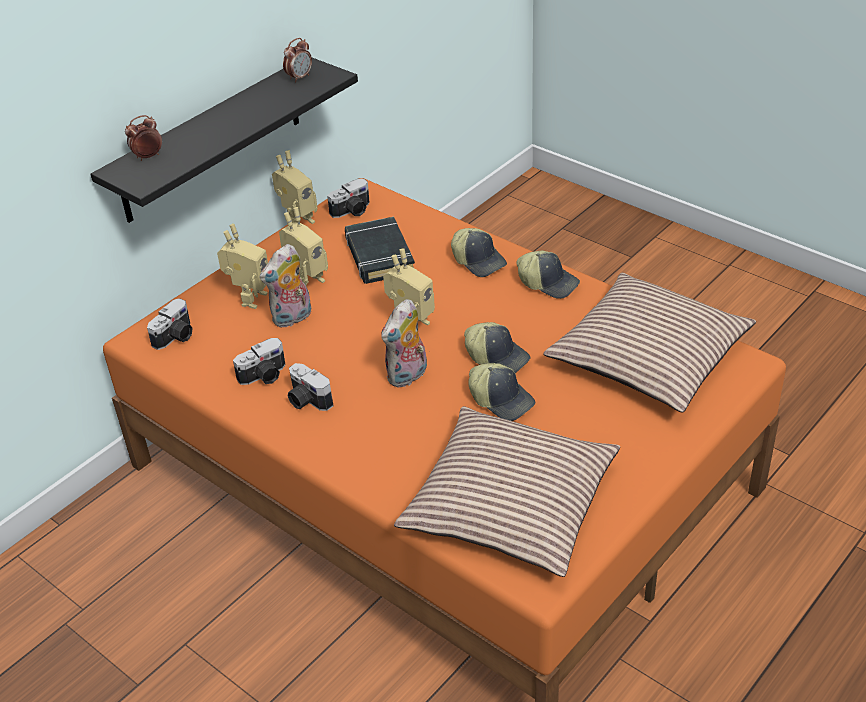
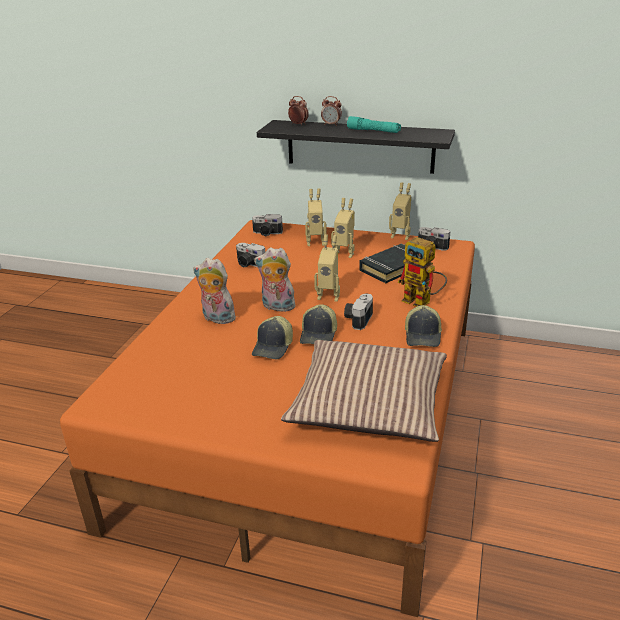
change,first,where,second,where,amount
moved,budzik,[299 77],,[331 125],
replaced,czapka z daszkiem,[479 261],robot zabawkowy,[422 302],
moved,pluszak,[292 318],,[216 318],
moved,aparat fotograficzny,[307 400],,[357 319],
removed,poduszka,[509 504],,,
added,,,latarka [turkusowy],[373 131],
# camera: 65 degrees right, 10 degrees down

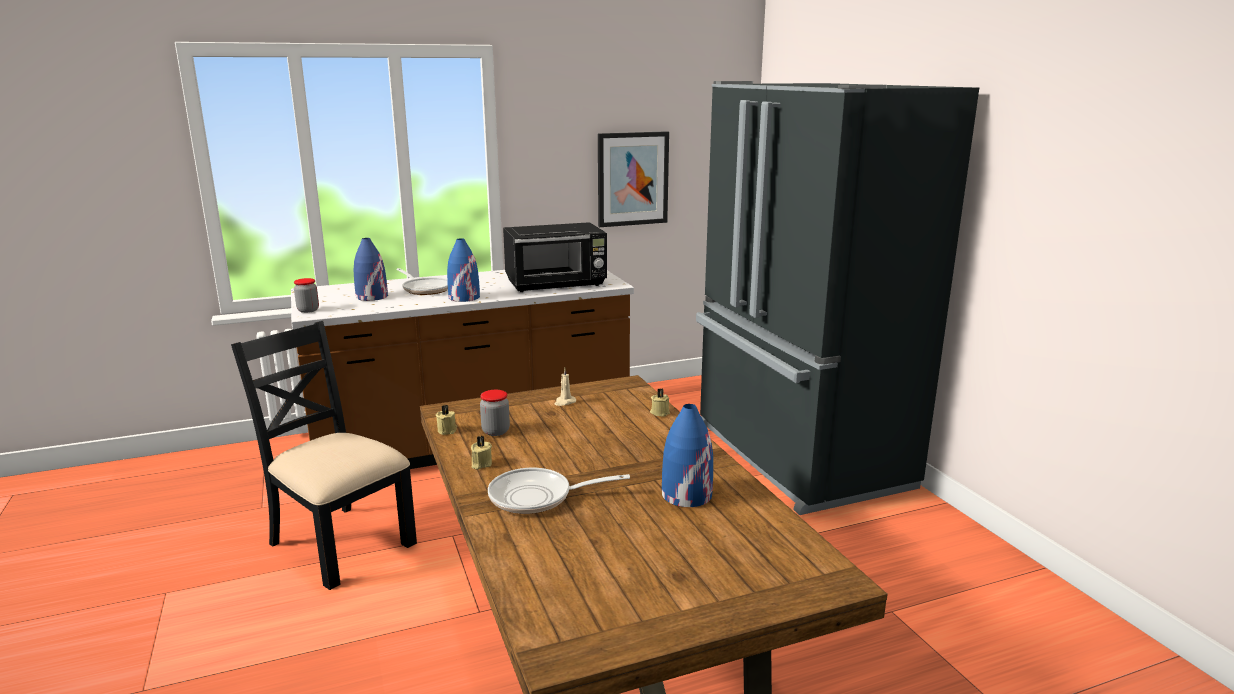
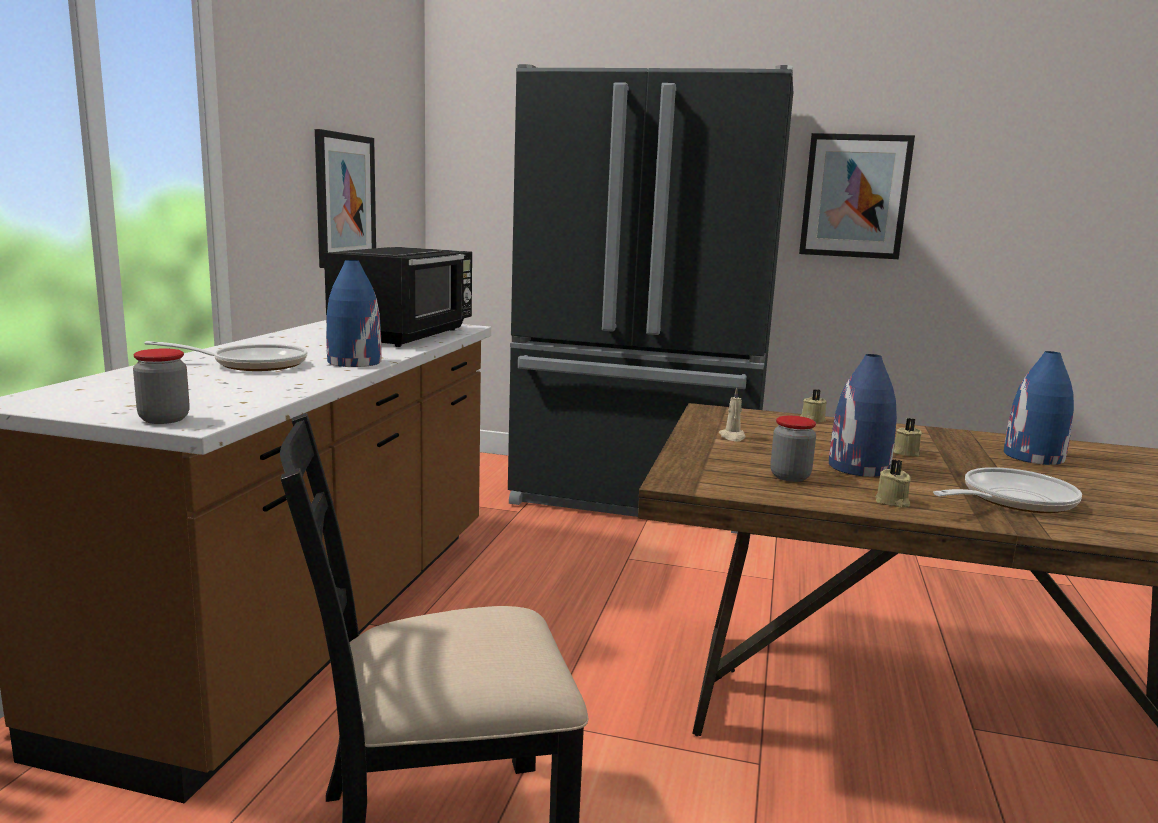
change,first,where,second,where,amount
moved,wazon [niebieski],[371 296],,[858 467],
moved,świeca [beżowy],[448 430],,[905 452],
turned,patelnia,[538 497],,[1011 500],150 degrees counterclockwise
added,,,obraz,[854 196],
# camera: 55 degrees left, 5 degrees down

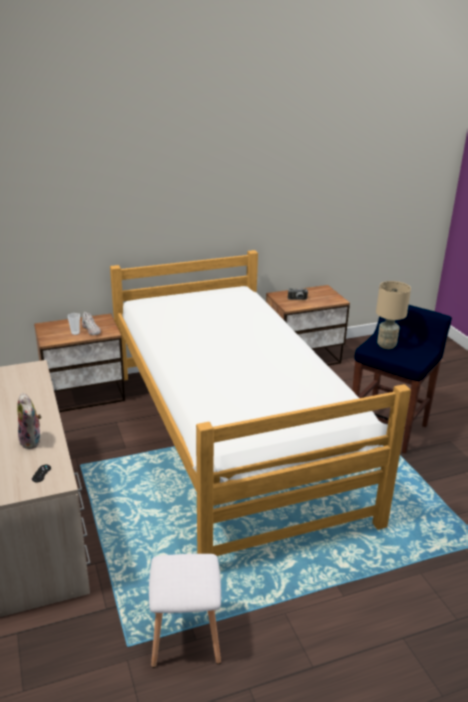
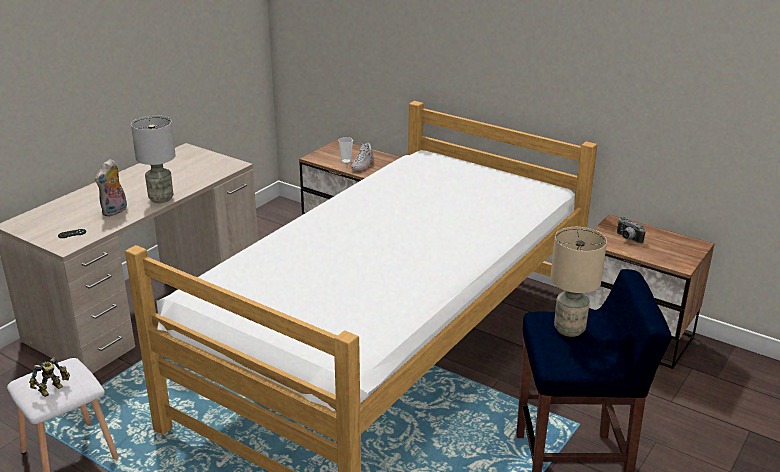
change,first,where,second,where,amount
added,,,lampa stołowa [szary],[160 198],
added,,,robot zabawkowy,[52 389],
# camera: 55 degrees right, 0 degrees up

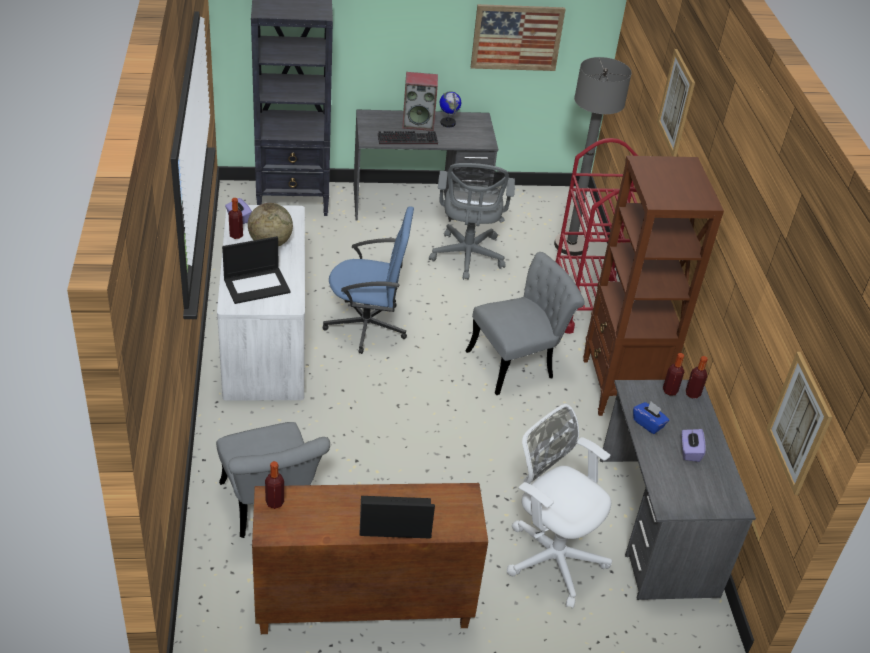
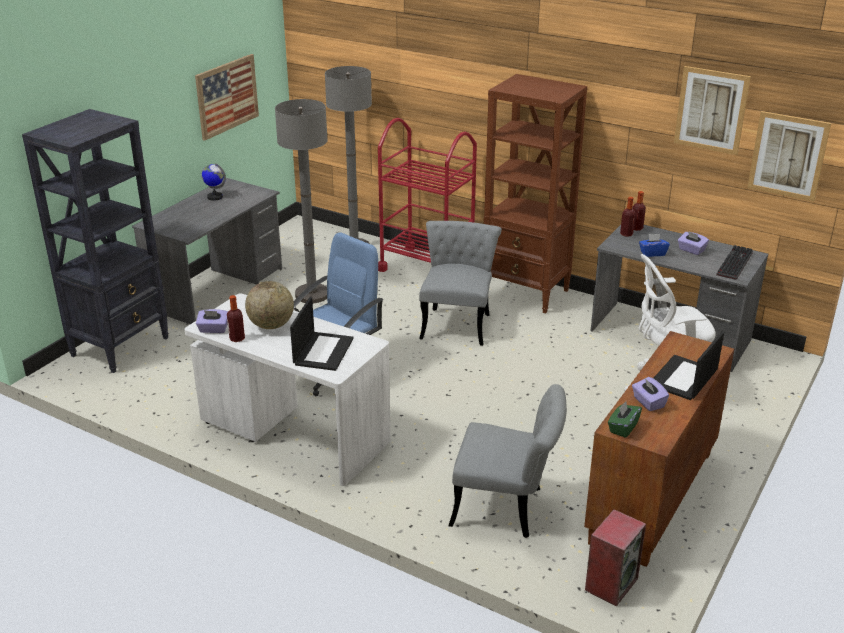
change,first,where,second,where,amount
moved,obraz,[676 103],,[711 110],
moved,głośnik,[418 123],,[611 583],
moved,klawiatura,[408 139],,[733 263],
replaced,krzesło biurowe [szary],[467 257],lampa stojąca [szary],[312 295],
replaced,butelka,[275 502],pudełko chusteczek [zielony],[623 428],
added,,,pudełko chusteczek [fioletowy],[648 402],
# camera: 50 degrees left, 10 degrees down

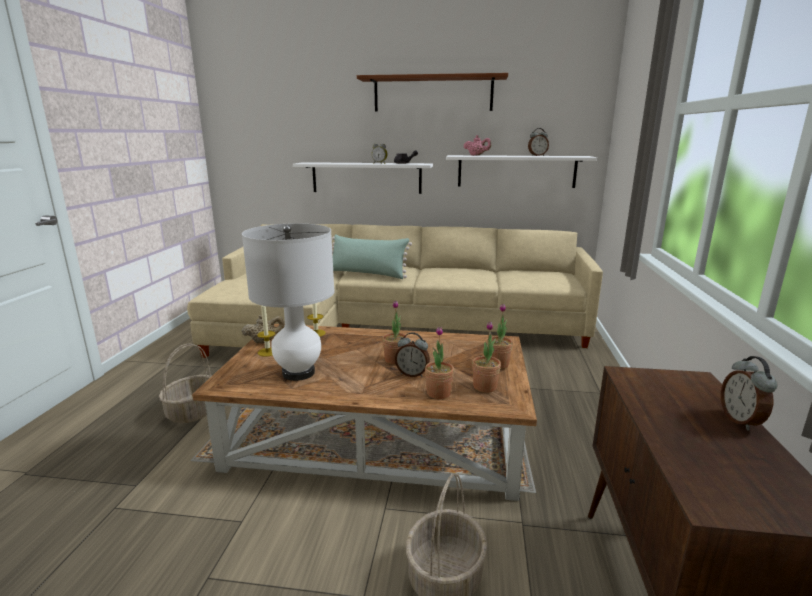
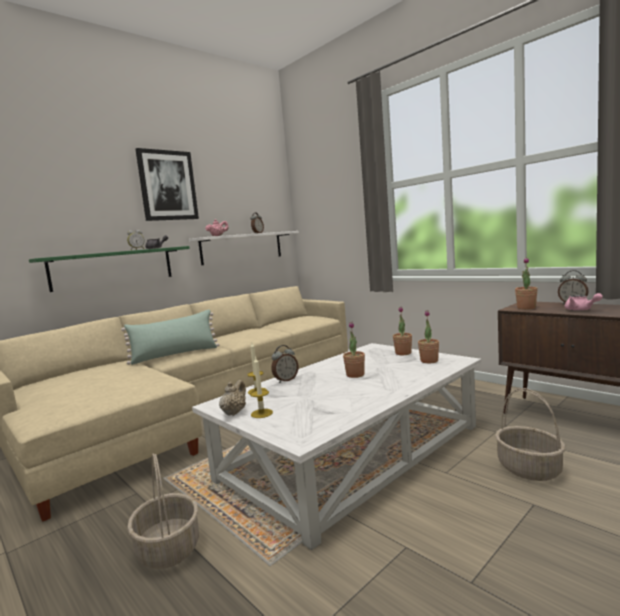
change,first,where,second,where,amount
replaced,półka [brązowy],[433 94],obraz,[167 185],
recoloured,półka [biały],[366 178],półka [zielony],[113 268],
removed,lampa stołowa [biały],[299 373],,,
recoloured,ława [brązowy],[379 434],ława [biały],[353 451],
moved,roślina doniczkowa,[438 393],,[526 308],
moved,budzik,[412 374],,[285 380],
added,,,imbryk [różowy],[581 310],
# camera: 50 degrees left, 10 degrees down

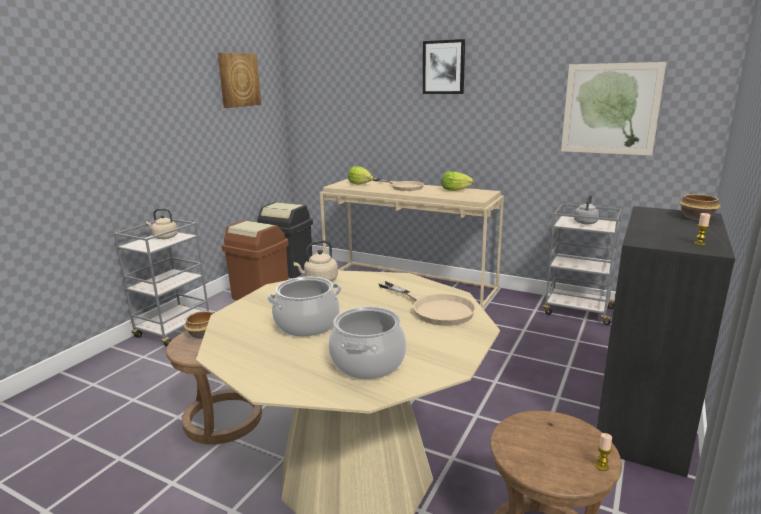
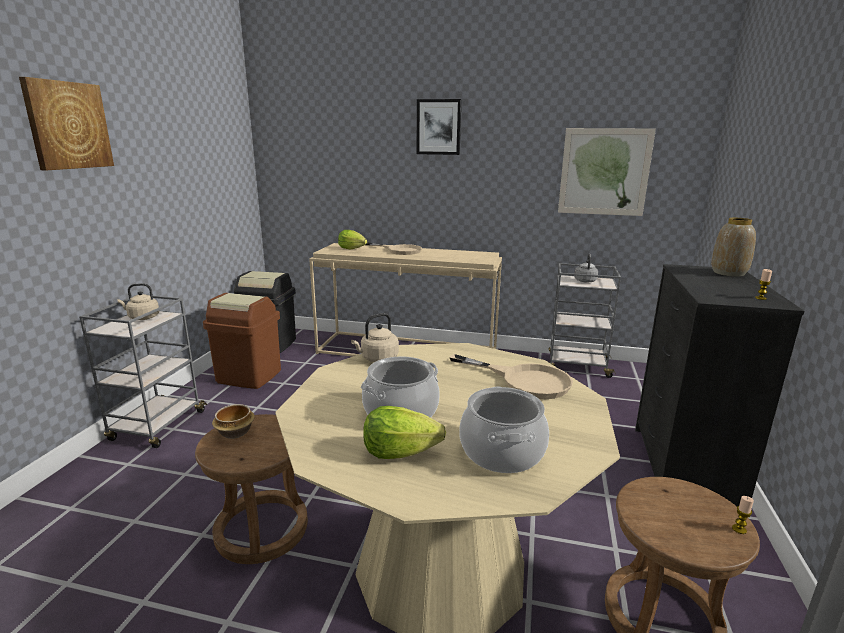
change,first,where,second,where,amount
moved,obraz,[238 80],,[68 125],
moved,sałata,[455 190],,[399 452],
replaced,miska,[696 217],wazon,[728 273],
# camera: 15 degrees left, 0 degrees up

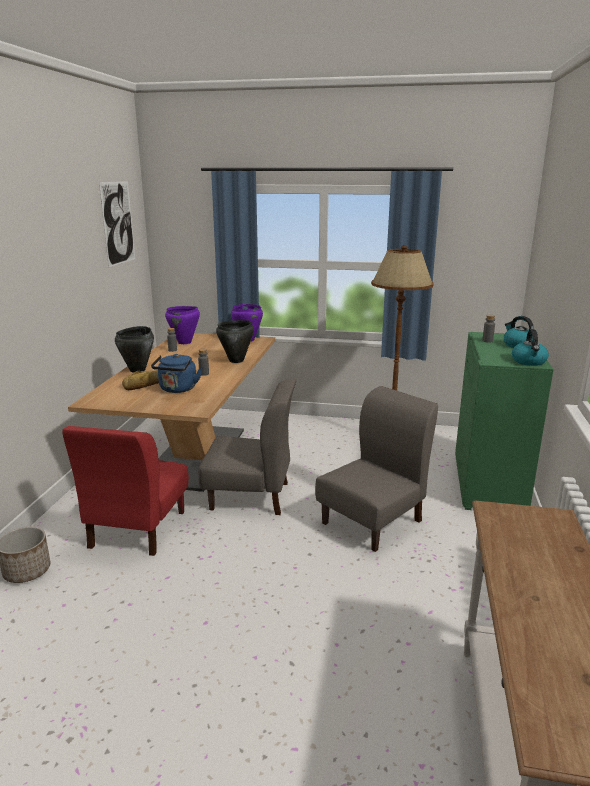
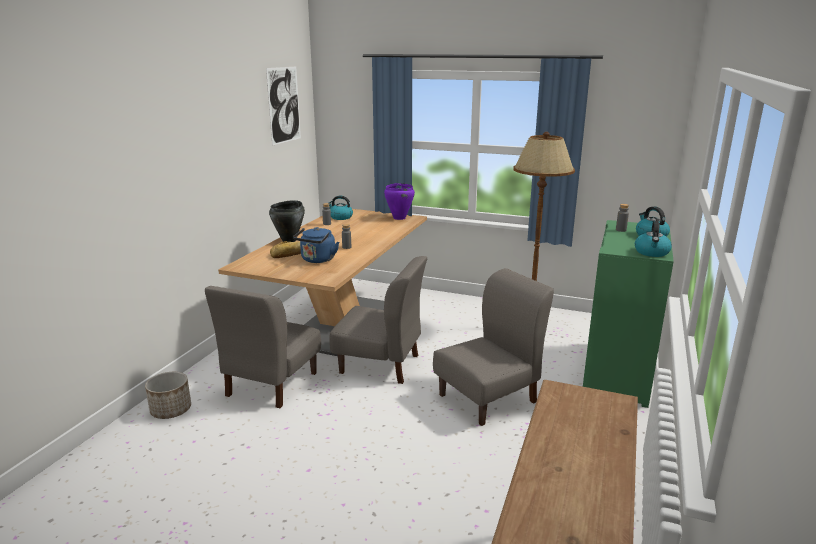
change,first,where,second,where,amount
replaced,garnek [fioletowy],[184 342],czajnik,[340 217],
removed,garnek [czarny],[236 360],,,
recoloured,krzesło [czerwony],[137 529],krzesło [szary],[271 384],
# camera: 10 degrees right, 0 degrees up

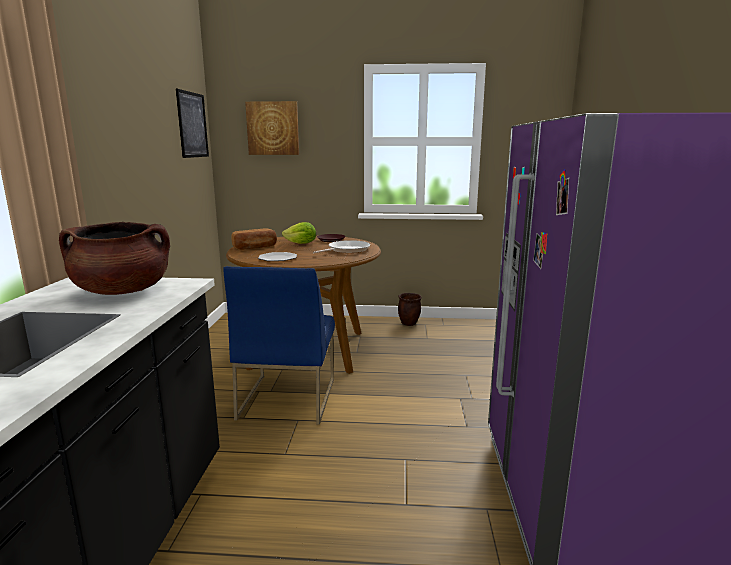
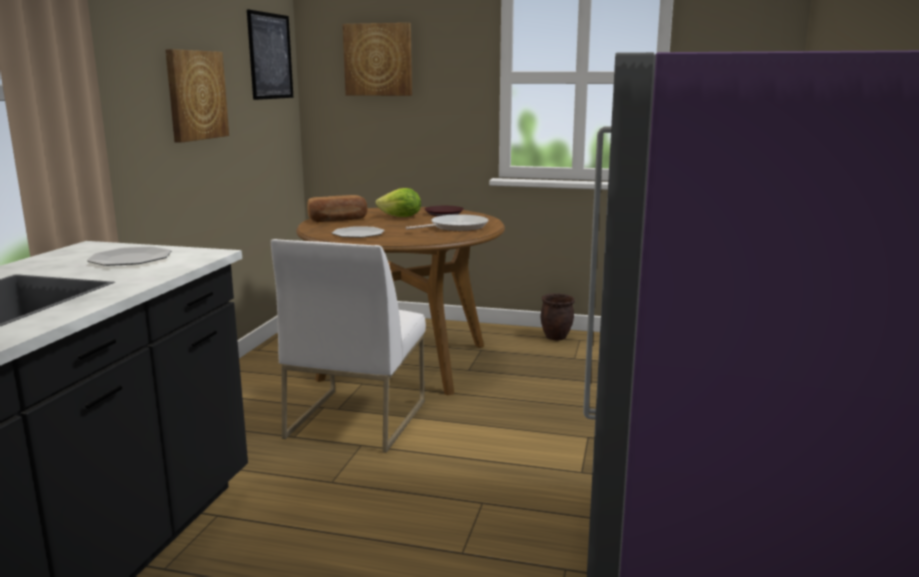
change,first,where,second,where,amount
replaced,garnek [brązowy],[123 291],talerz,[131 259],
recoloured,krzesło [niebieski],[287 398],krzesło [biały],[356 418],
added,,,obraz,[195 95],
# camera: 10 degrees right, 0 degrees up

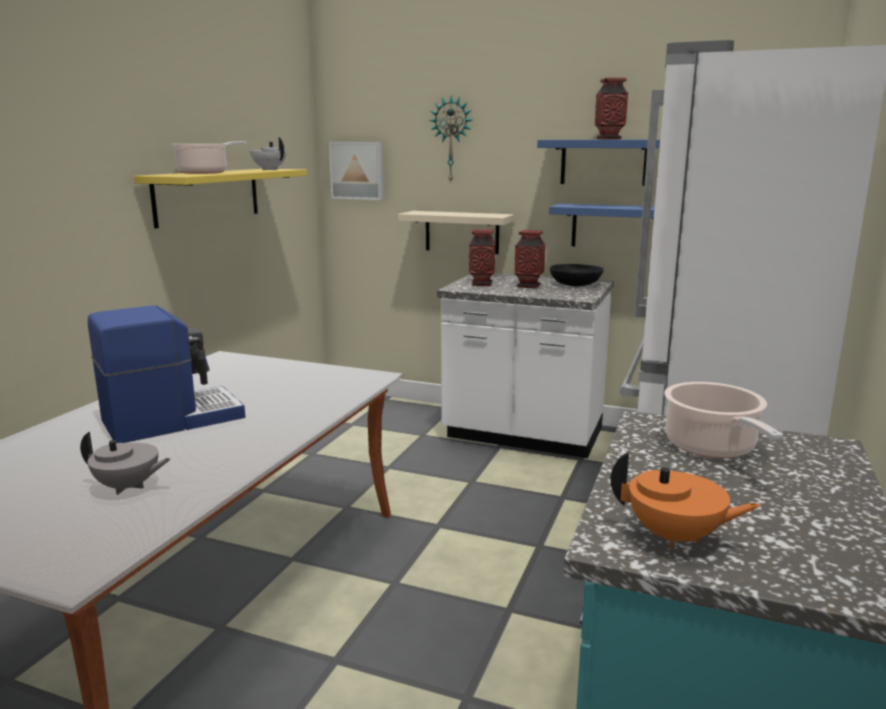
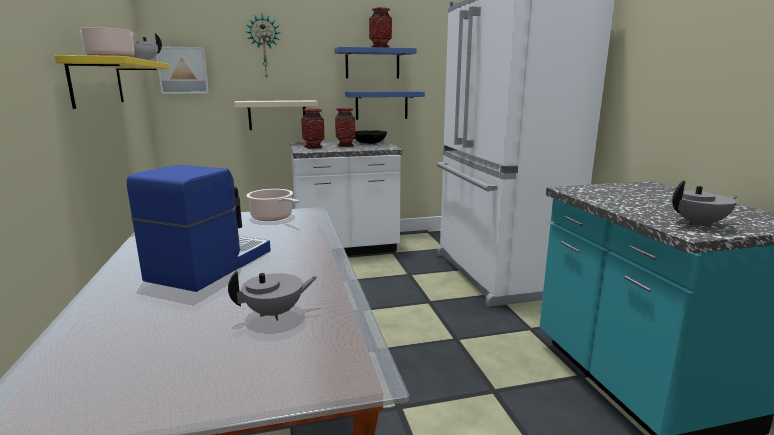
change,first,where,second,where,amount
moved,garnek,[712 448],,[273 217],
recoloured,imbryk [pomarańczowy],[675 537],imbryk [szary],[700 224],
# camera: 35 degrees left, 0 degrees up

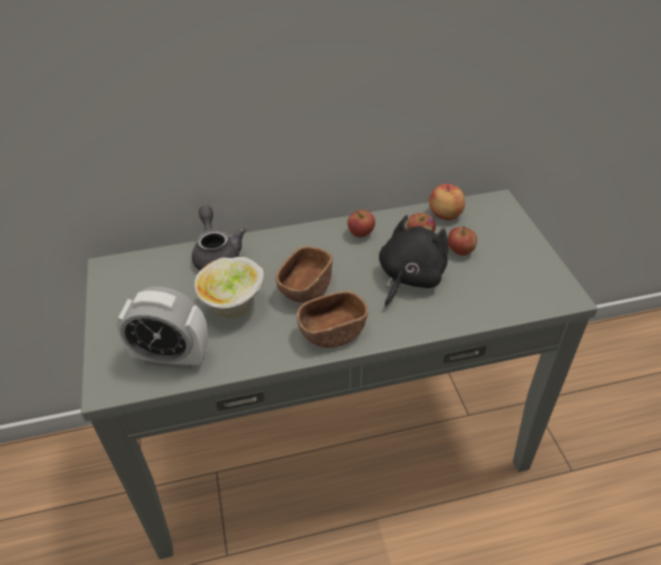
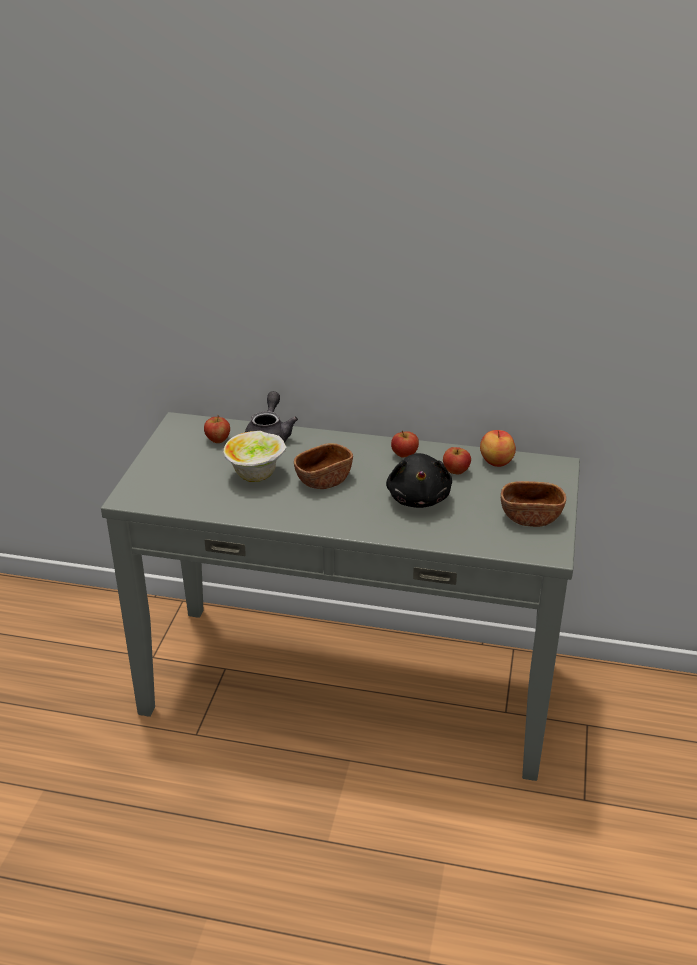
change,first,where,second,where,amount
turned,pluszak [czarny],[409 278],,[418 498],120 degrees clockwise
moved,jabłko,[460 251],,[217 440],
removed,budzik,[171 357],,,
moved,miska [brązowy],[332 332],,[530 517],
# camera: 25 degrees right, 10 degrees down

